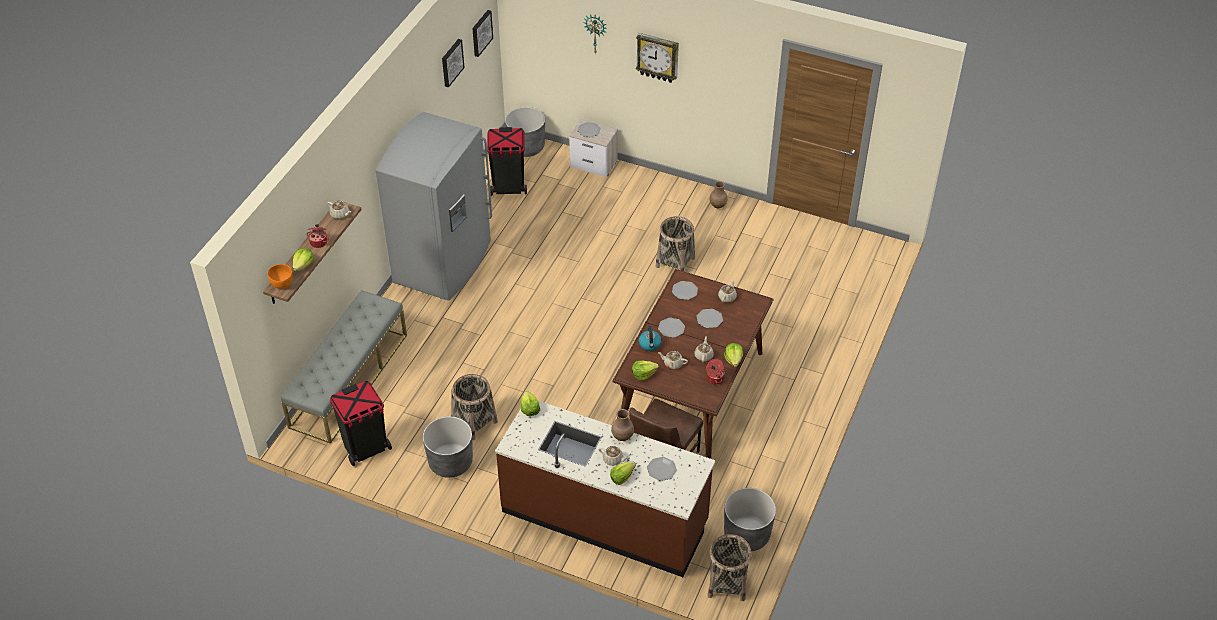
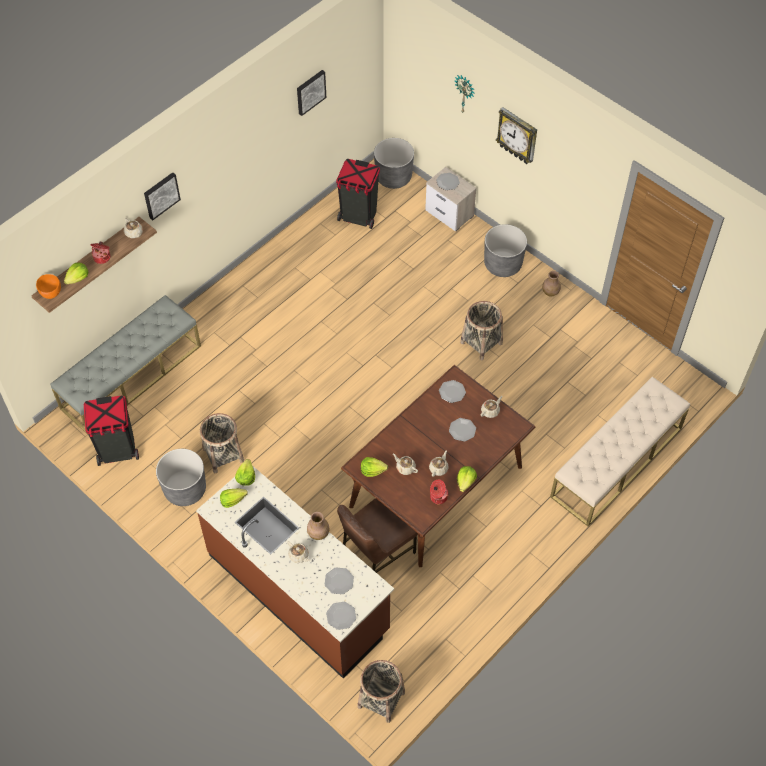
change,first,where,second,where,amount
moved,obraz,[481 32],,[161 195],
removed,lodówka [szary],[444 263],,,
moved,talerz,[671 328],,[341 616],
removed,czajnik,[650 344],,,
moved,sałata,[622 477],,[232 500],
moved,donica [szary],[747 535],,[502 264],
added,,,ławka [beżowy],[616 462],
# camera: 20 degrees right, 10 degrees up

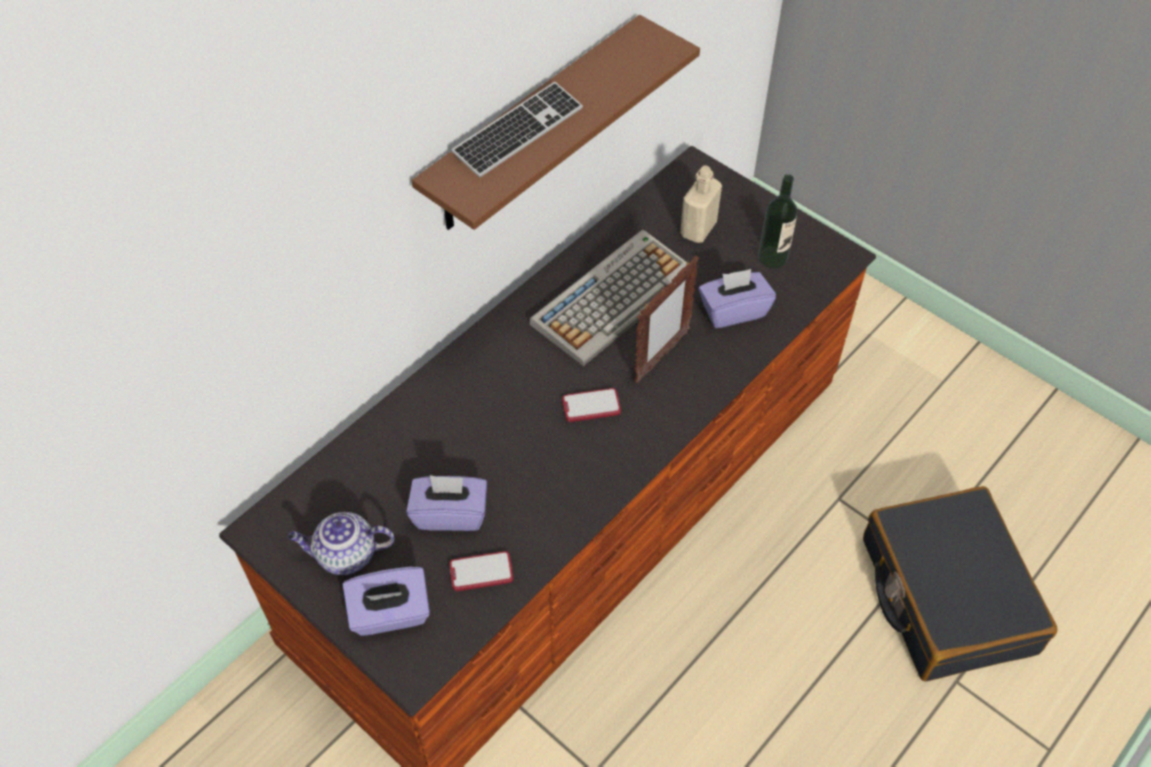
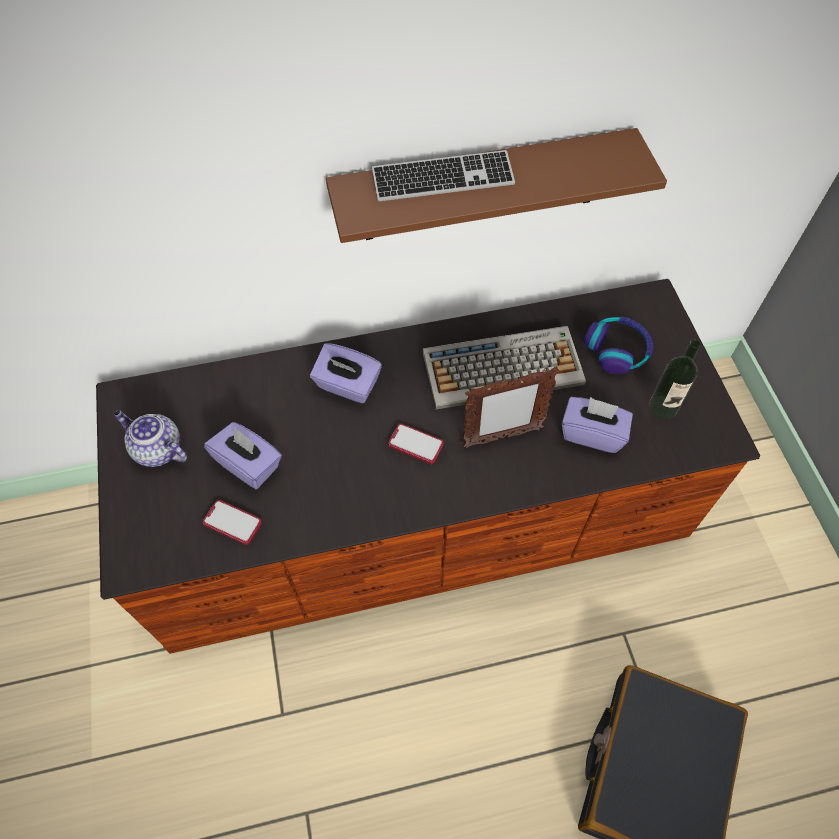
change,first,where,second,where,amount
replaced,butelka [beżowy],[698 229],słuchawki,[617 350],
moved,pudełko chusteczek [fioletowy],[390 614],,[347 385],
# camera: 35 degrees right, 5 degrees up

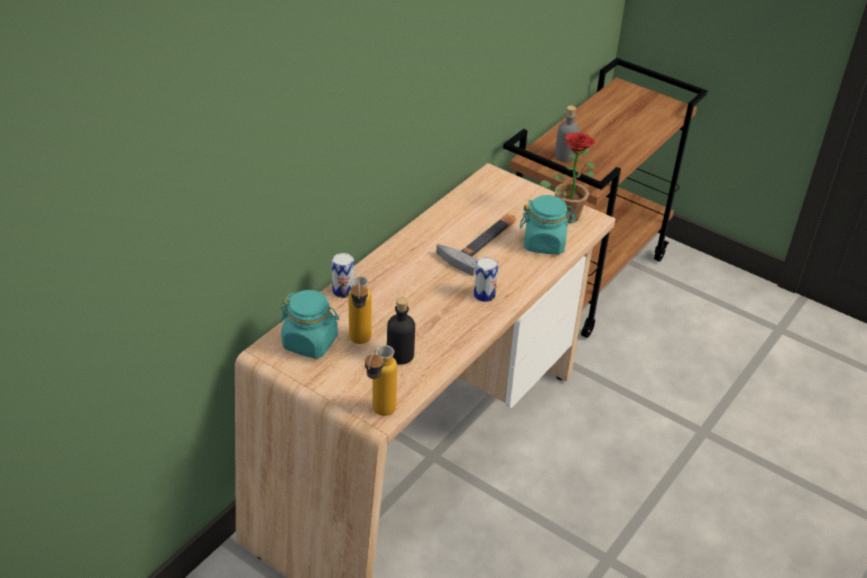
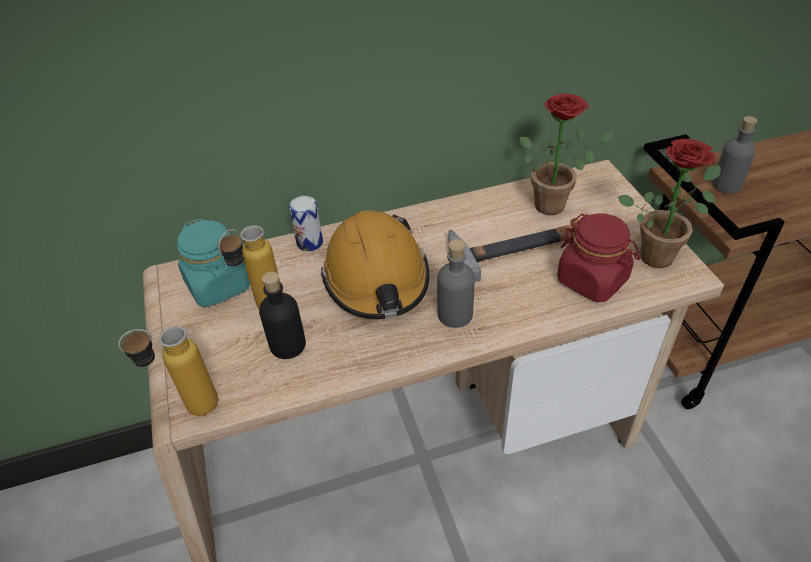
change,first,where,second,where,amount
recoloured,słoik [turkusowy],[544 243],słoik [czerwony],[592 280],
replaced,puszka,[484 295],butelka [szary],[455 314],
added,,,roślina doniczkowa,[555 204],
added,,,kask [pomarańczowy],[377 279],
# camera: 40 degrees right, 5 degrees up

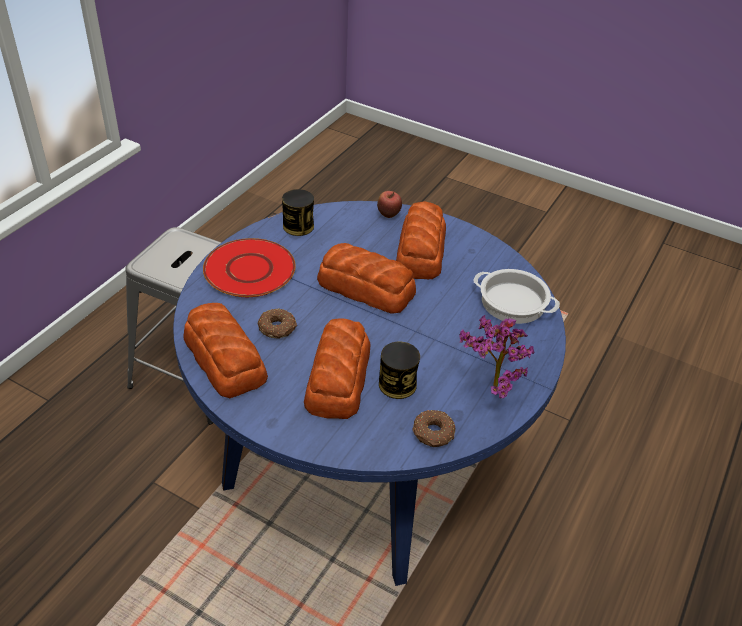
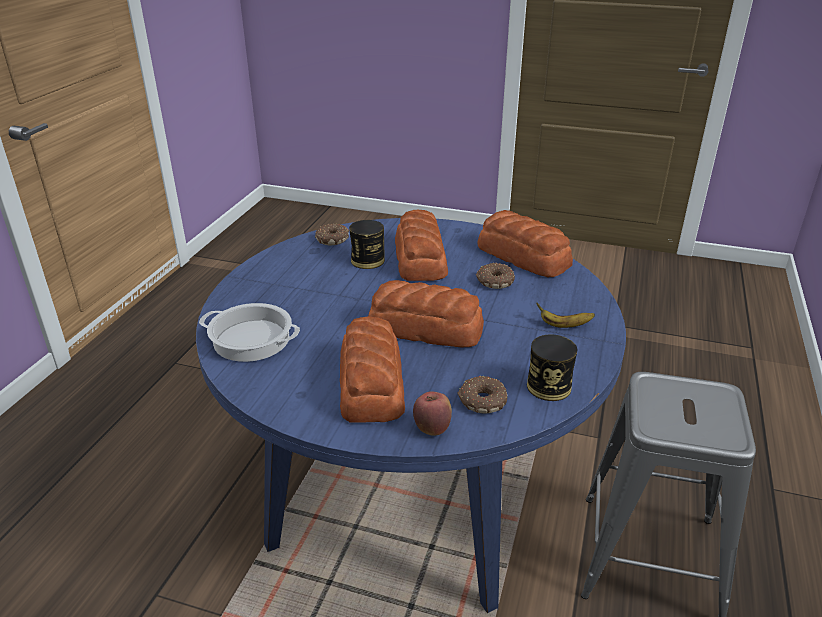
change,first,where,second,where,amount
replaced,talerz [czerwony],[250 269],banan,[564 325],
removed,roślina doniczkowa,[490 388],,,
added,,,donut,[481 401],
# camera: 170 degrees right, 10 degrees down

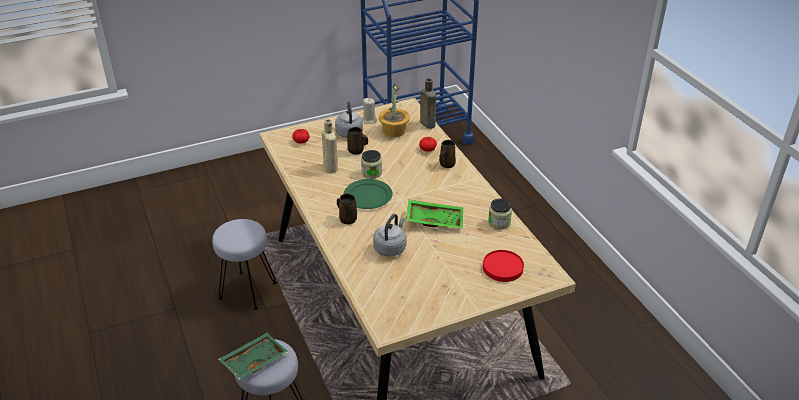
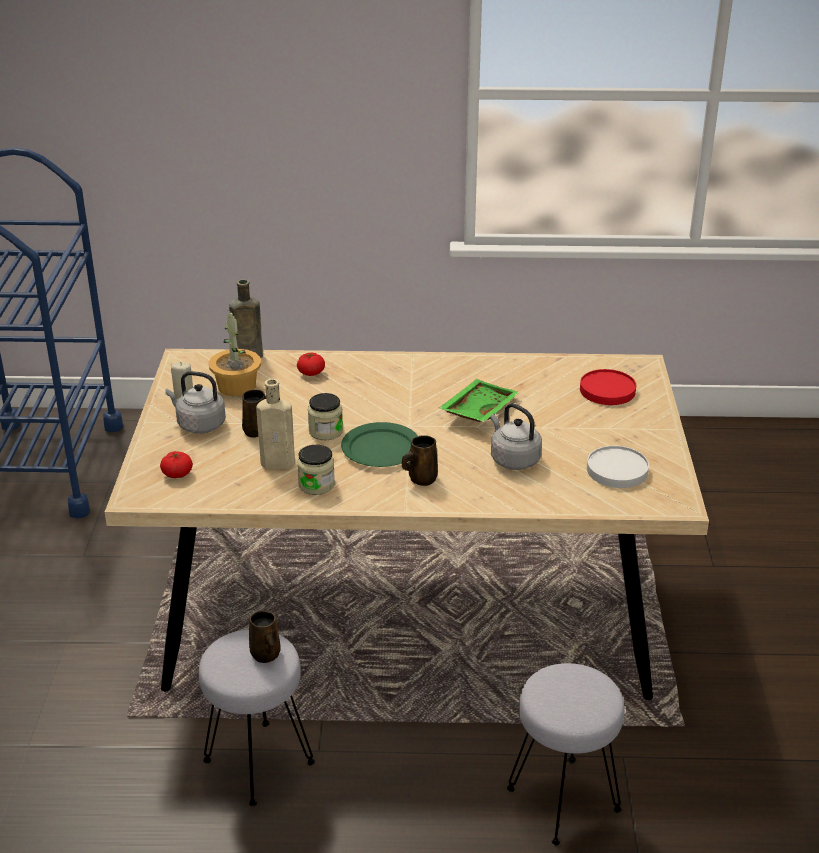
change,first,where,second,where,amount
moved,kubek [brązowy],[446 164],,[266 655],
moved,słoik,[499 222],,[316 485],
removed,taca [zielony],[253 361],,,
added,,,talerz [biały],[617 470],
# camera: 65 degrees left, 5 degrees down

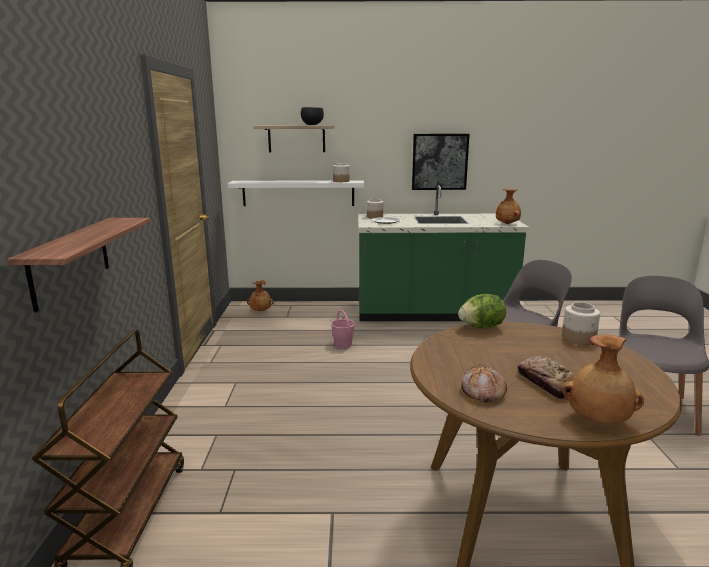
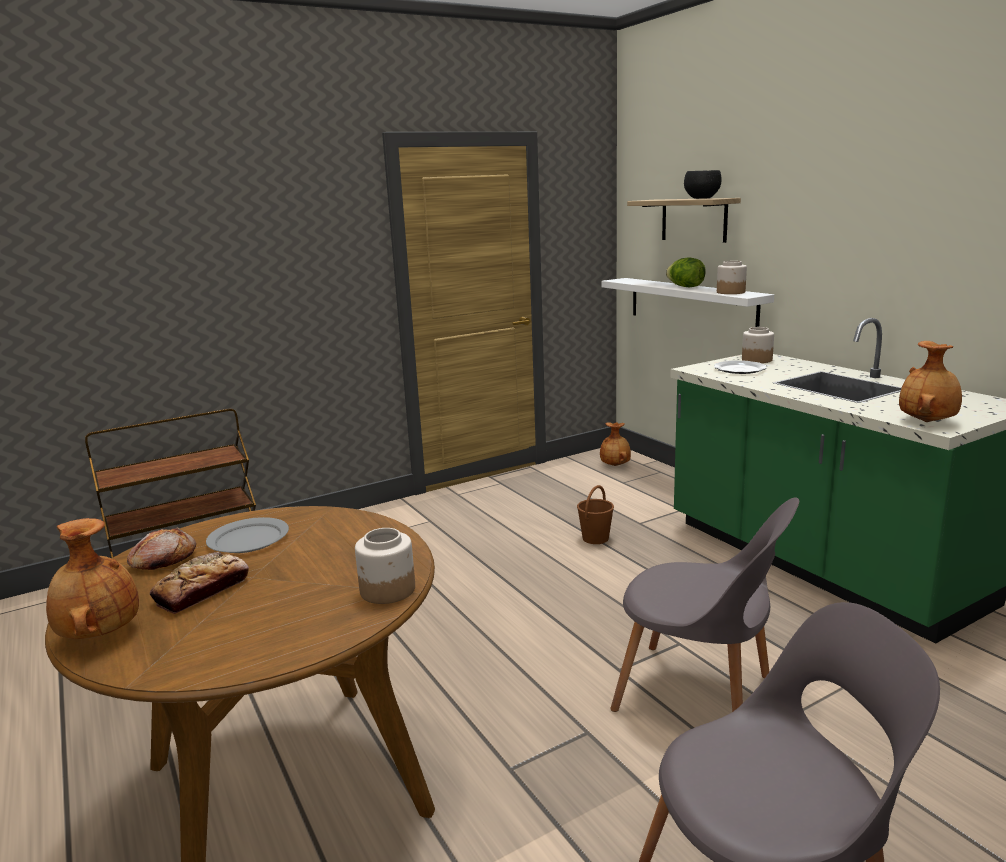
change,first,where,second,where,amount
removed,obraz,[439 161],,,
removed,półka,[70 261],,,
moved,sałata,[481 327],,[685 287],
recoloured,wiadro [różowy],[343 345],wiadro [brązowy],[595 538],
added,,,talerz [szary],[248 539],
# camera: 60 degrees right, 0 degrees up

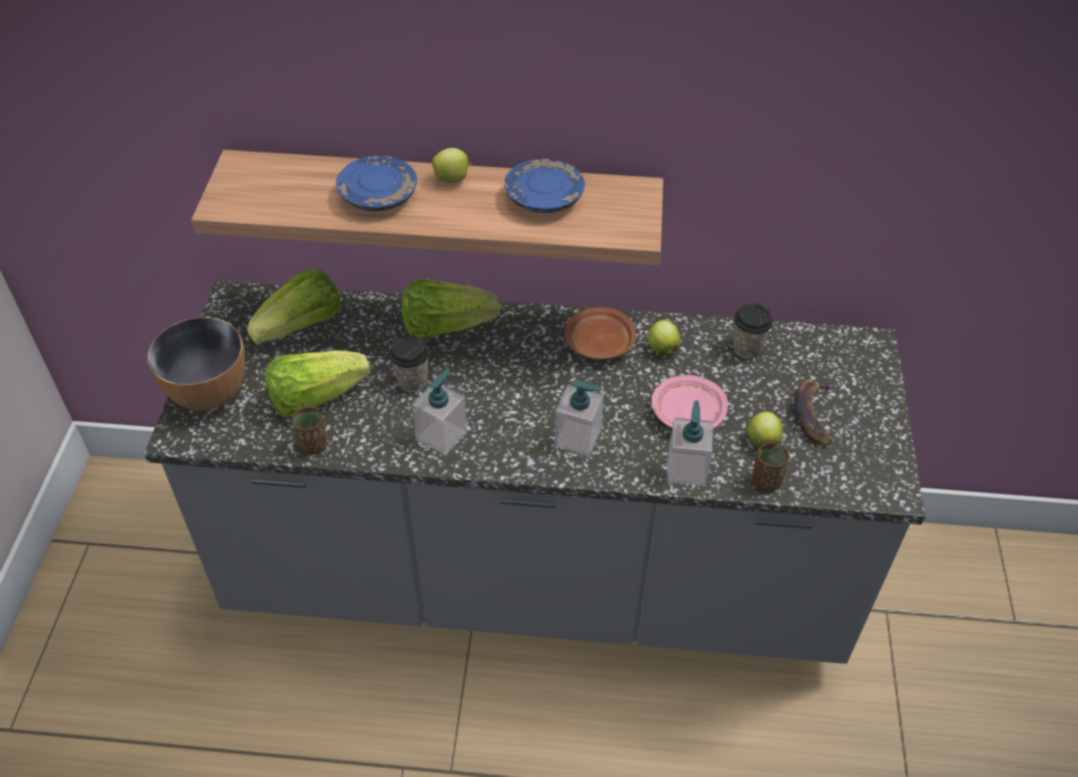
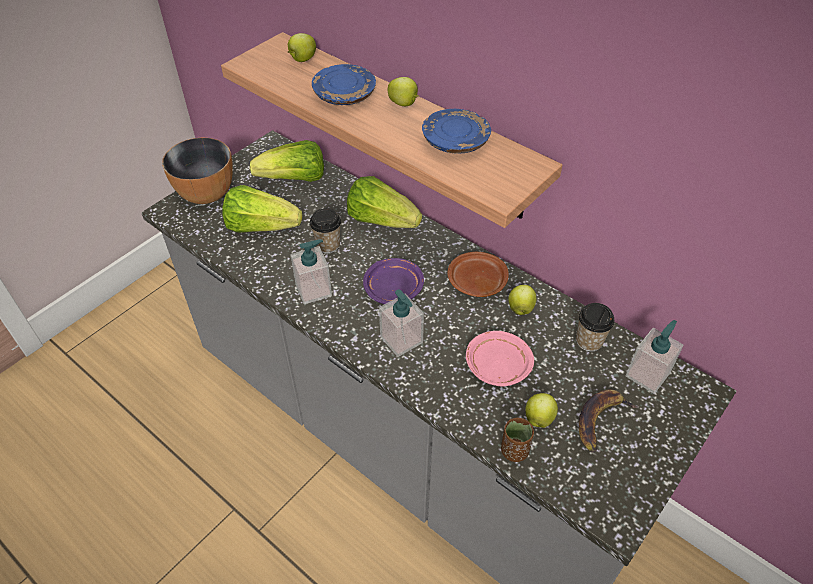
change,first,where,second,where,amount
moved,dozownik mydła,[686 469],,[647 374],
removed,filiżanka [brązowy],[313 445],,,
added,,,jabłko,[302 59],
added,,,talerz [fioletowy],[393 288],
# camera: 35 degrees right, 0 degrees up

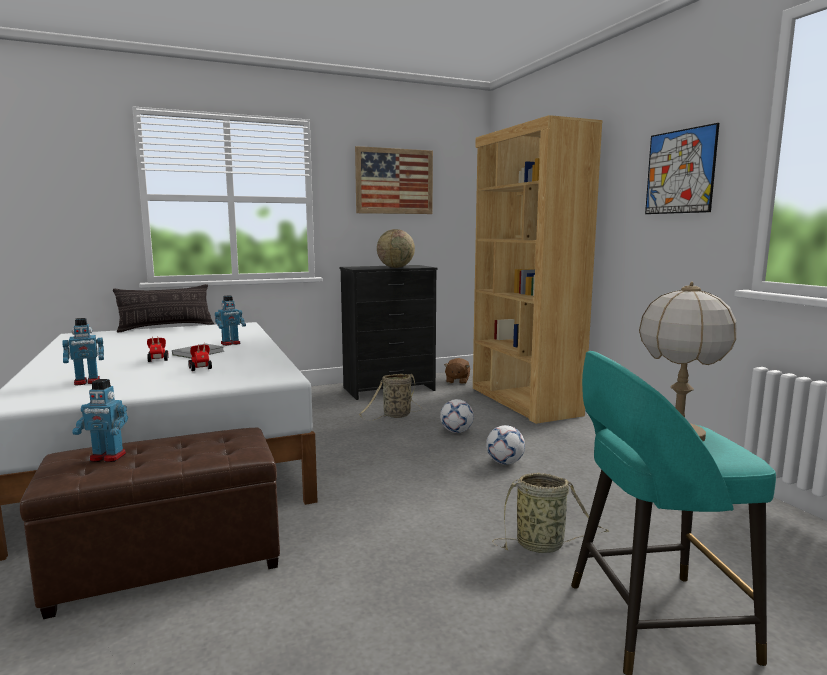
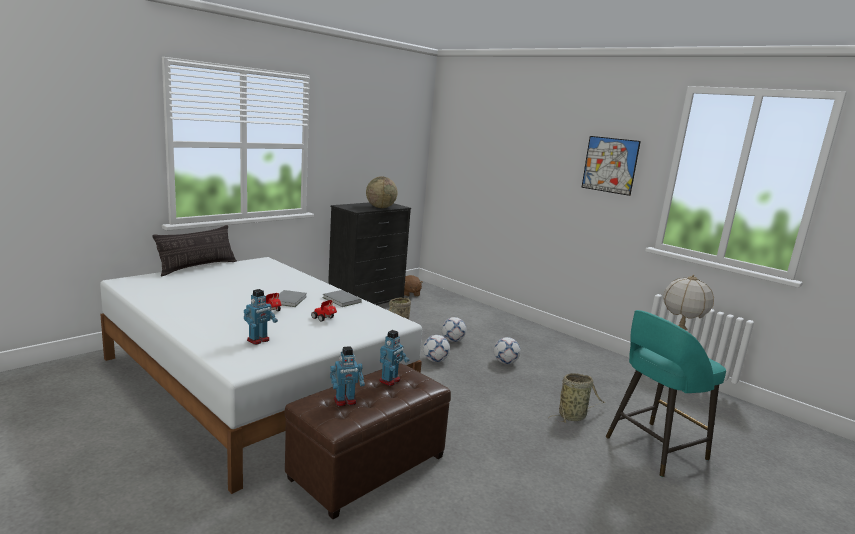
change,first,where,second,where,amount
removed,regał [brązowy],[523 401],,,
removed,obraz,[394 181],,,
moved,robot zabawkowy,[230 343],,[390 381],
added,,,książka [szary],[342 300],
added,,,piłka futbolowa,[435 360],
# camera: 25 degrees left, 5 degrees up

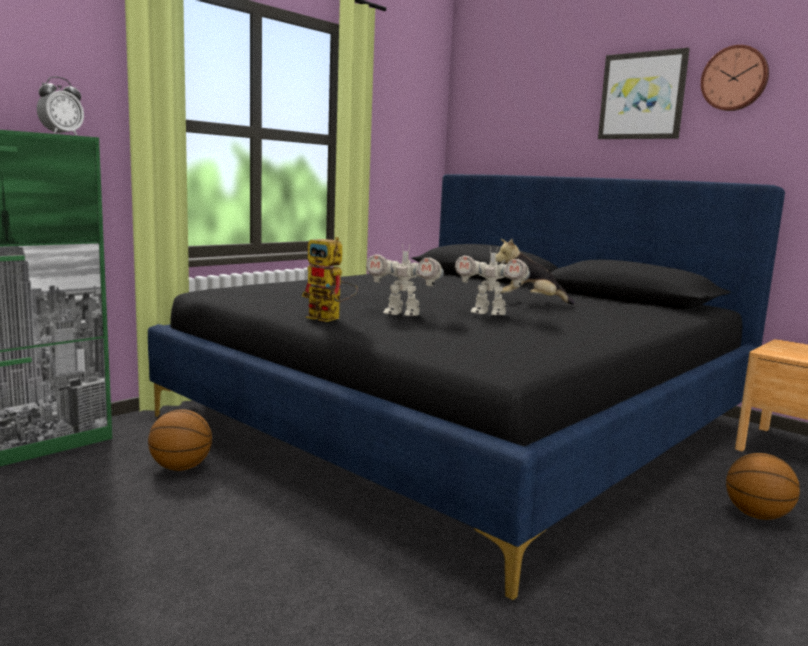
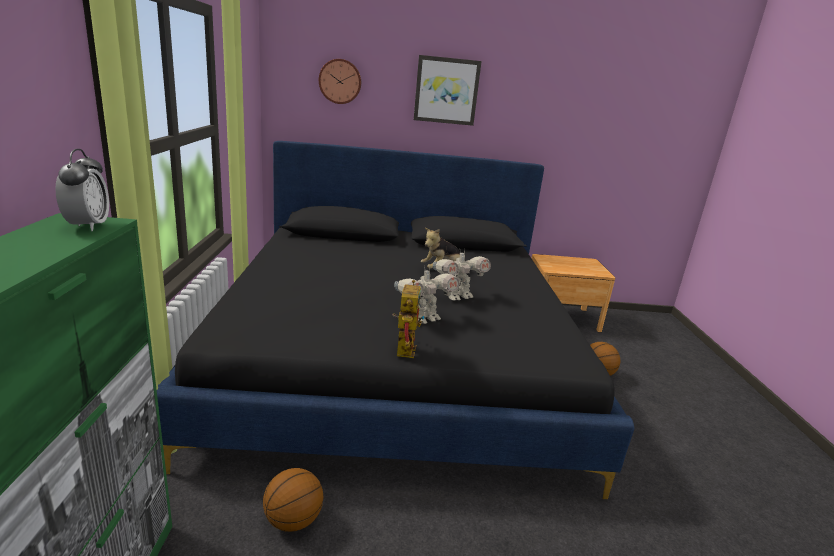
change,first,where,second,where,amount
moved,zegar ścienny,[735 78],,[340 81],
turned,robot zabawkowy,[330 319],,[404 347],75 degrees counterclockwise
# camera: 45 degrees left, 10 degrees up

